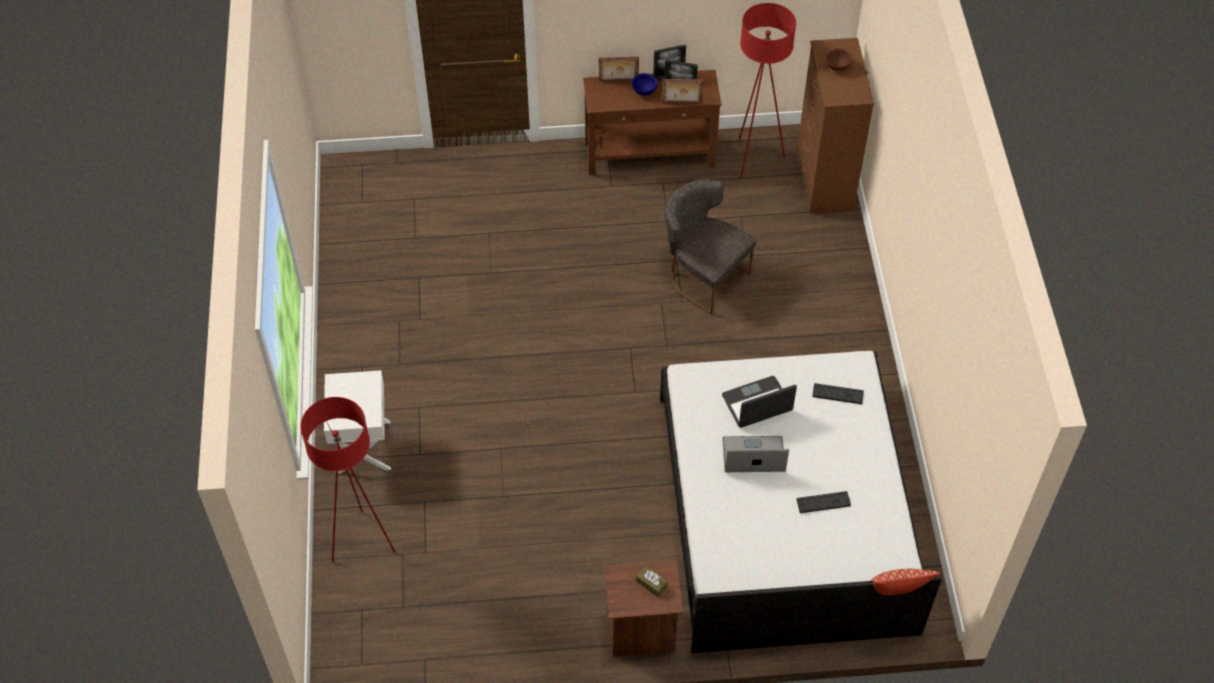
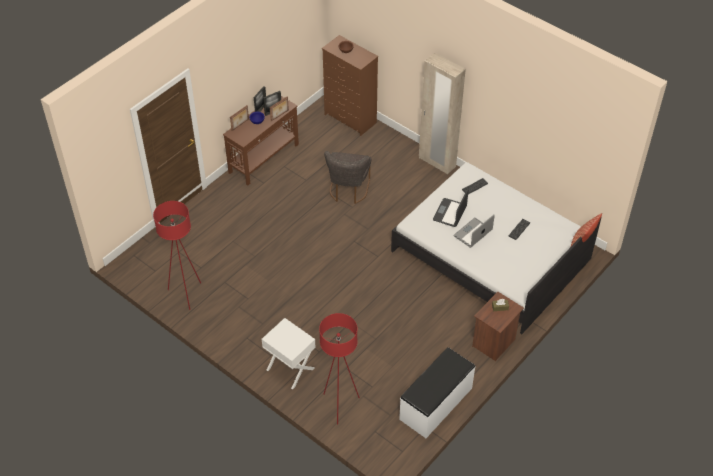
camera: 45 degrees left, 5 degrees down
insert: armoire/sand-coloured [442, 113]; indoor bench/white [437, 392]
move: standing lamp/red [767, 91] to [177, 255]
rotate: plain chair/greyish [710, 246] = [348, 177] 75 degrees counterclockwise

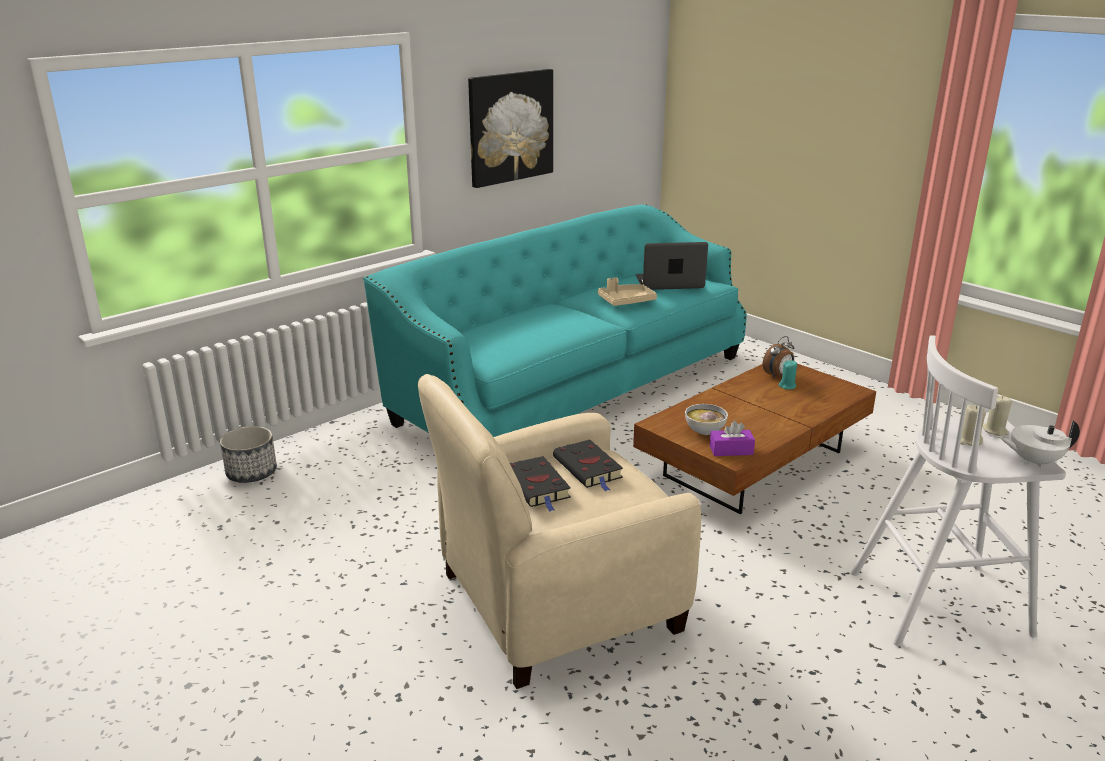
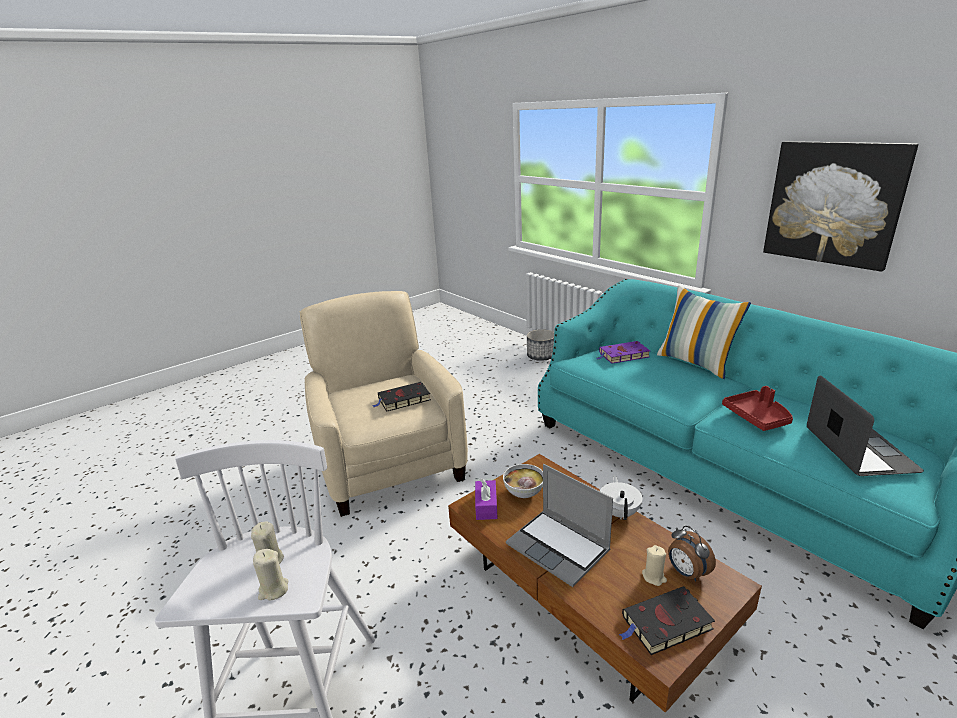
camera: 95 degrees right, 0 degrees up
insert: cushion [704, 332]; bound book/purple [623, 352]; notebook computer [559, 525]
move: tea pot/white [1039, 444] to [621, 497]; bound book/black-coloured [540, 483] to [667, 620]
recolor: carrying tray/sand-coloured [627, 291] to carrying tray/red [757, 408]; wax light/turquoise [788, 375] to wax light/sand-coloured [654, 565]

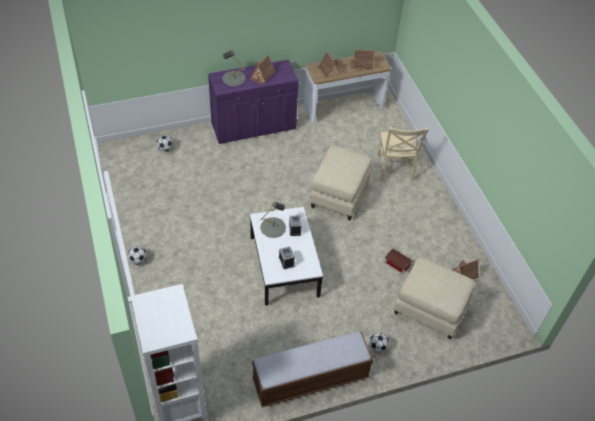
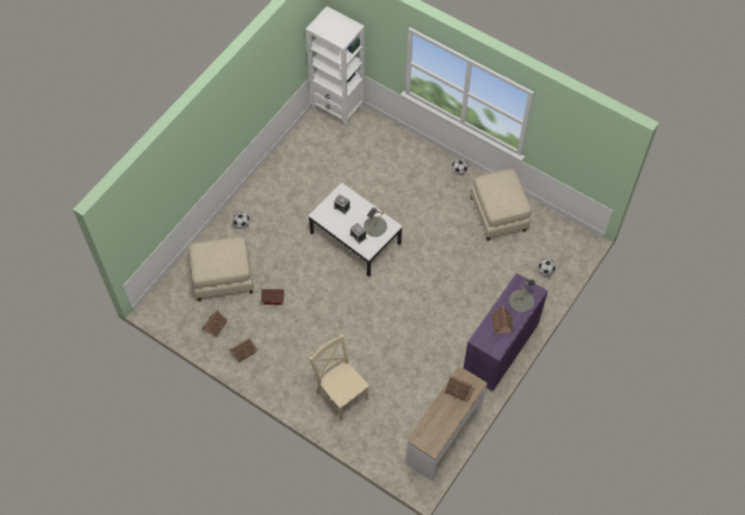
camera: 145 degrees right, 10 degrees up
delete: indoor bench [312, 369]
move: toy house [363, 59] to [244, 350]; ottoman/sand-coloured [340, 183] to [500, 205]

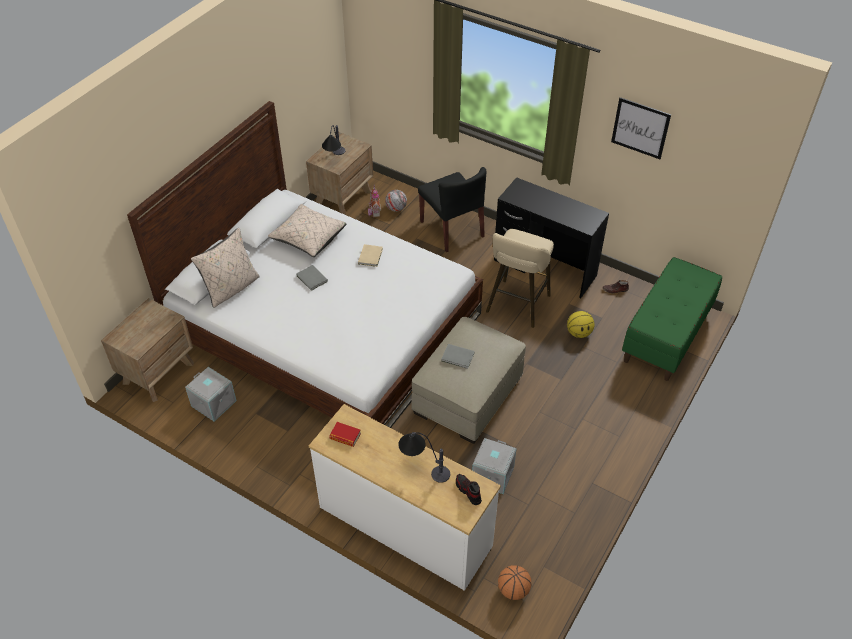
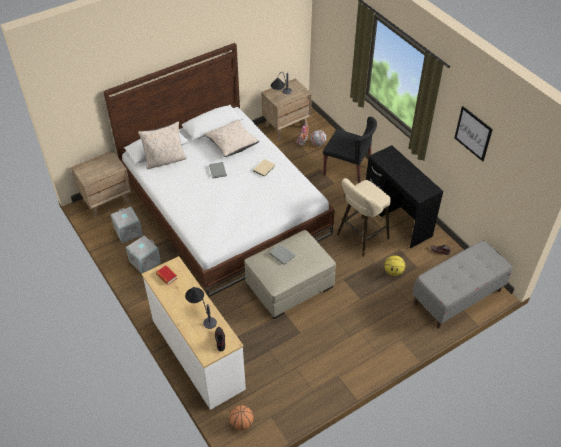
camera: 25 degrees right, 0 degrees up
move: storage bin/greyish [494, 466] to [143, 254]
recolor: indoor bench/green [672, 319] to indoor bench/greyish [462, 284]
rotate: plain chair/black-coloured [452, 209] = [350, 150] 60 degrees counterclockwise

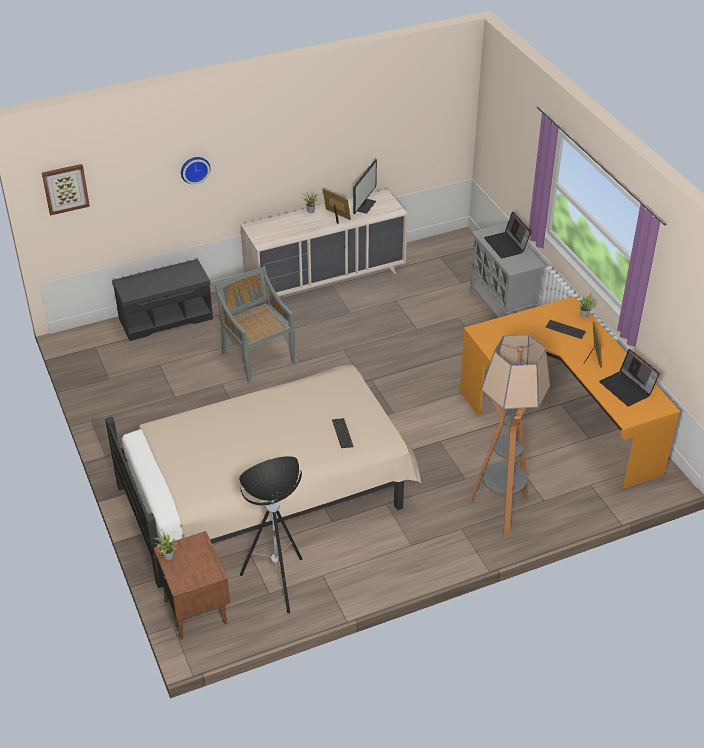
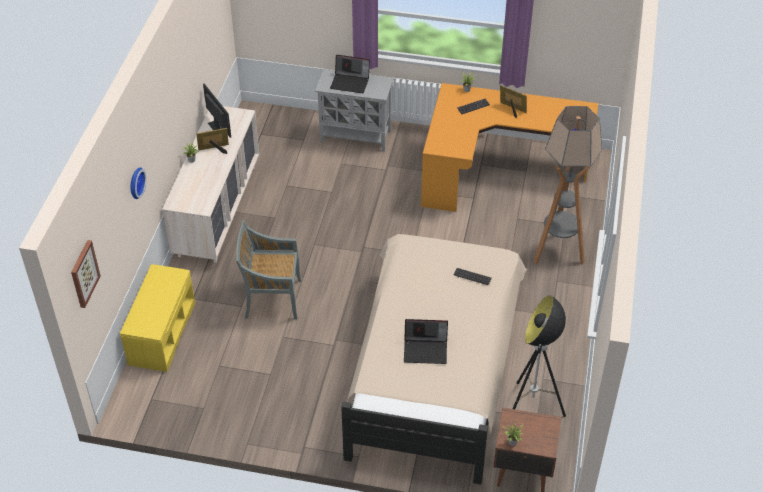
camera: 55 degrees left, 5 degrees up
move: notebook computer [629, 377] to [426, 341]
recolor: indoor bench/greyish [162, 300] to indoor bench/yellow-coloured [157, 318]

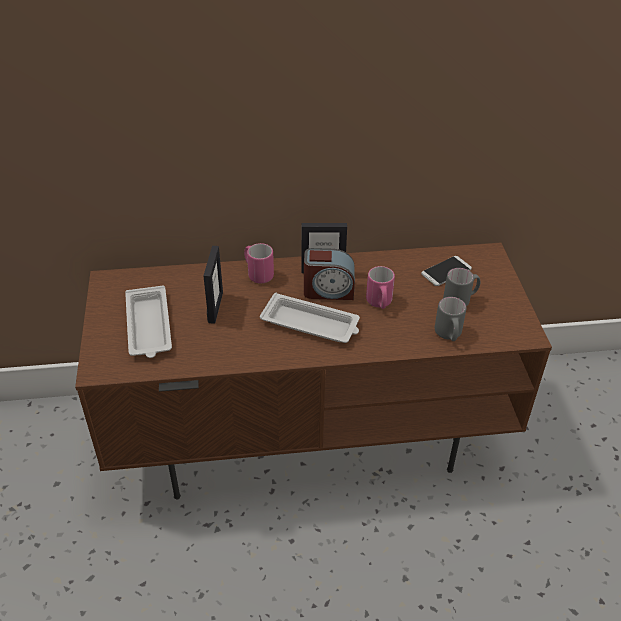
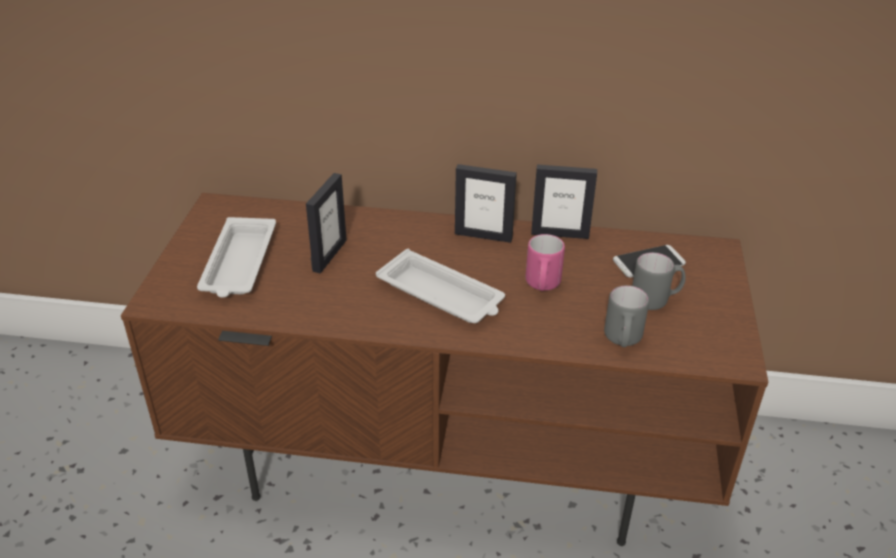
camera: 15 degrees right, 5 degrees down
delete: tea mug/pinkish [259, 263]; bedside clock [329, 274]
insert: picture frame [564, 201]

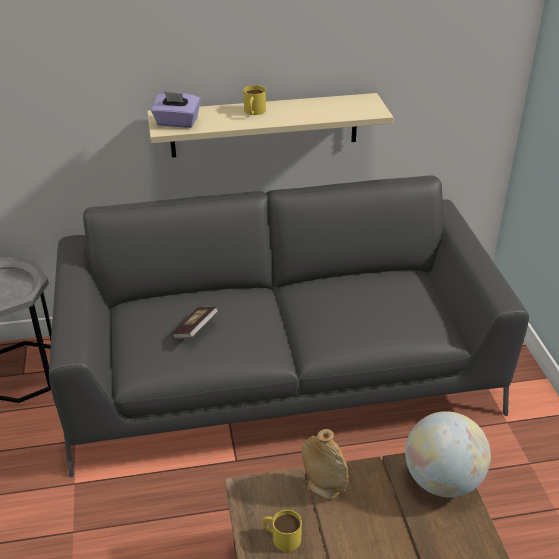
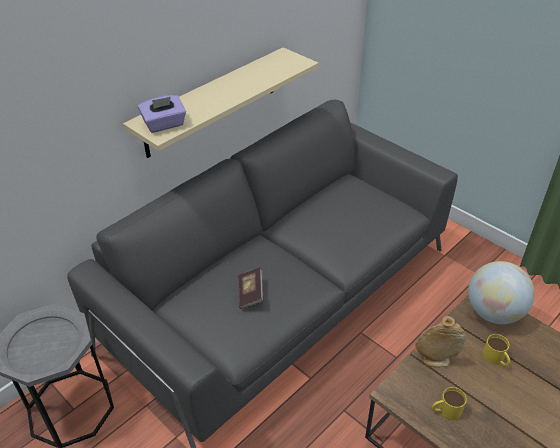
camera: 35 degrees left, 5 degrees up
move: tea mug/yellow-coloured [255, 100] to [497, 350]

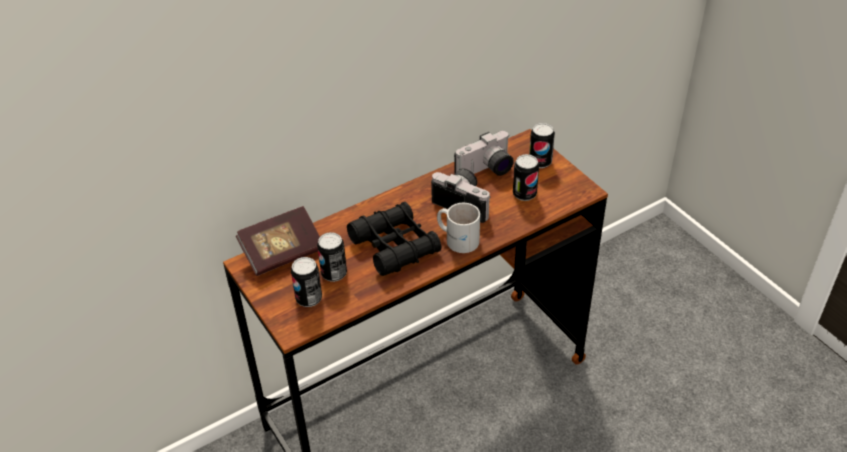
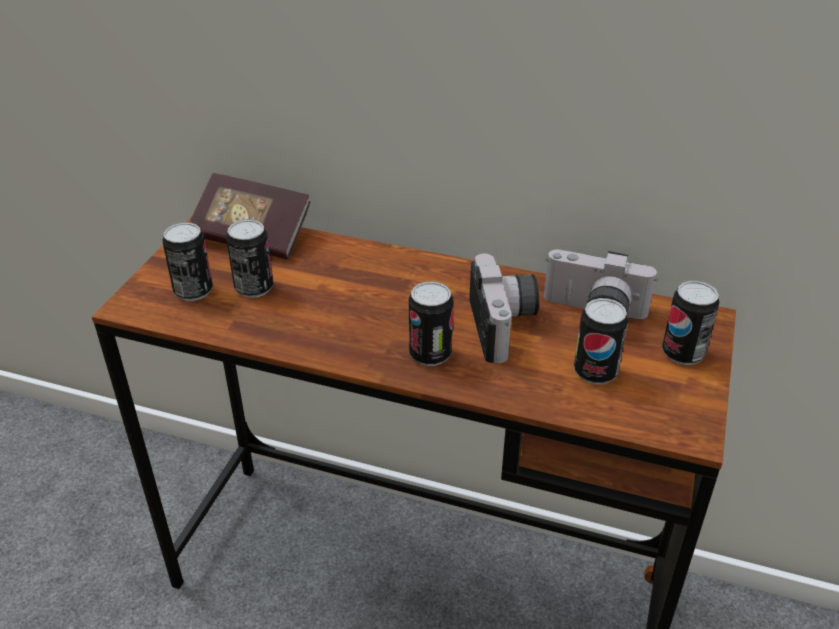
camera: 50 degrees right, 5 degrees down
delete: binoculars/black-coloured [394, 239]
replace: tea mug/white [458, 228] to sealed can [431, 323]

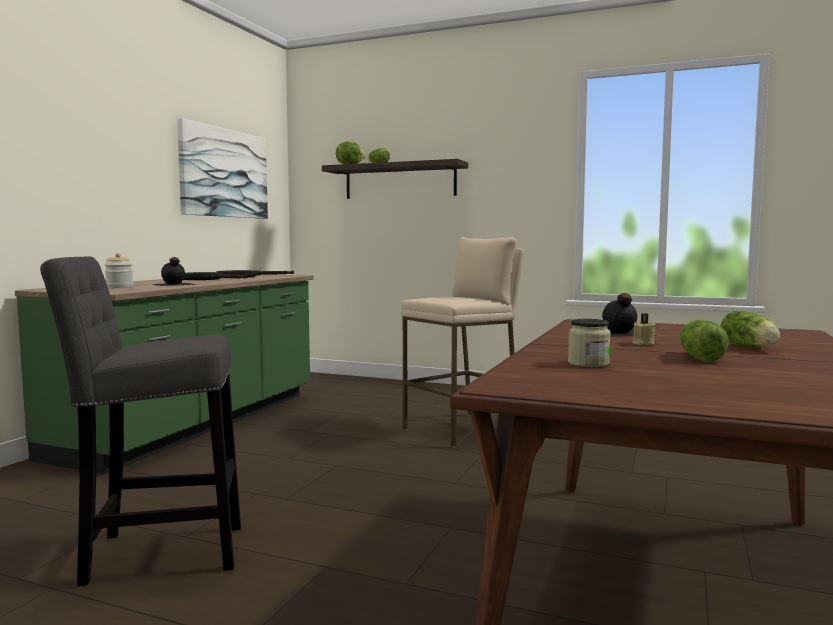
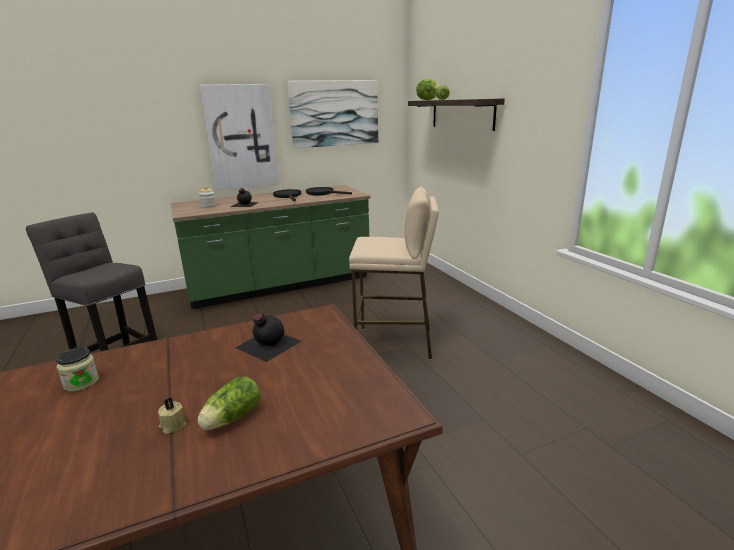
camera: 45 degrees right, 15 degrees up
delete: head of lettuce [704, 341]
insert: wall picture [239, 137]
move: wax light/sand-coloured [644, 329] to [172, 416]

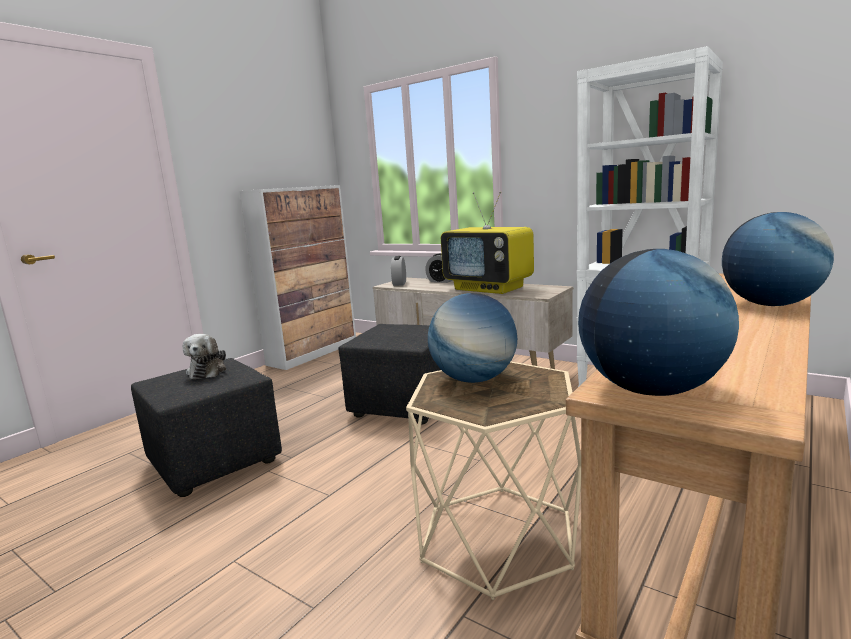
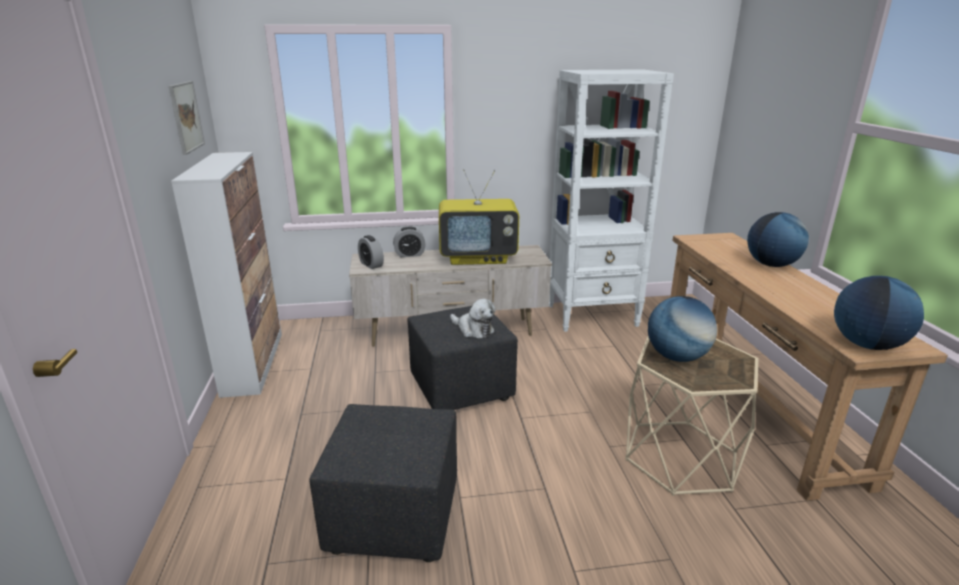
camera: 45 degrees left, 10 degrees up
insert: wall picture [187, 118]
move: cuddly toy [204, 356] to [473, 318]

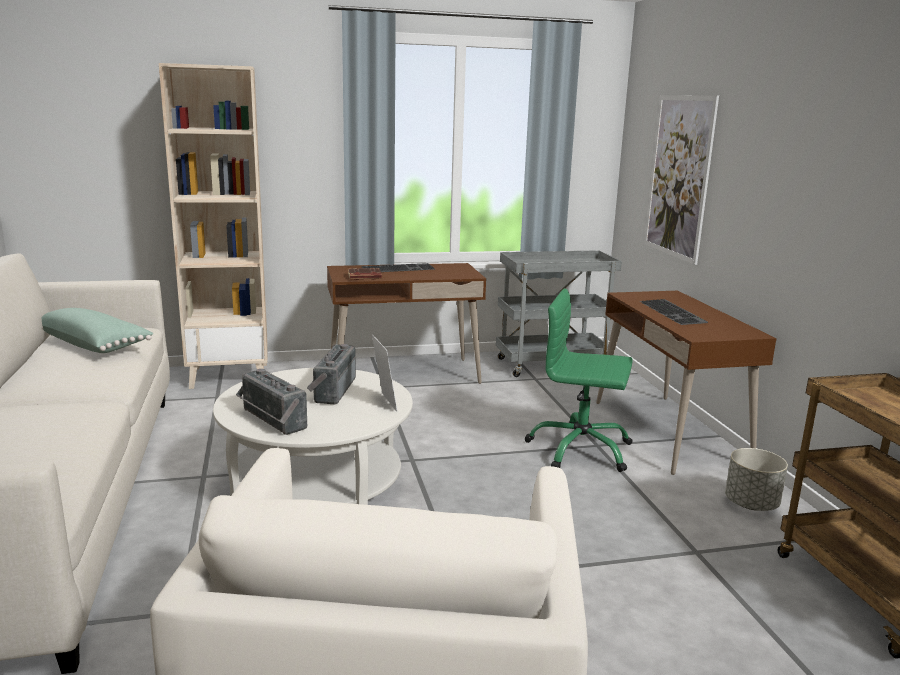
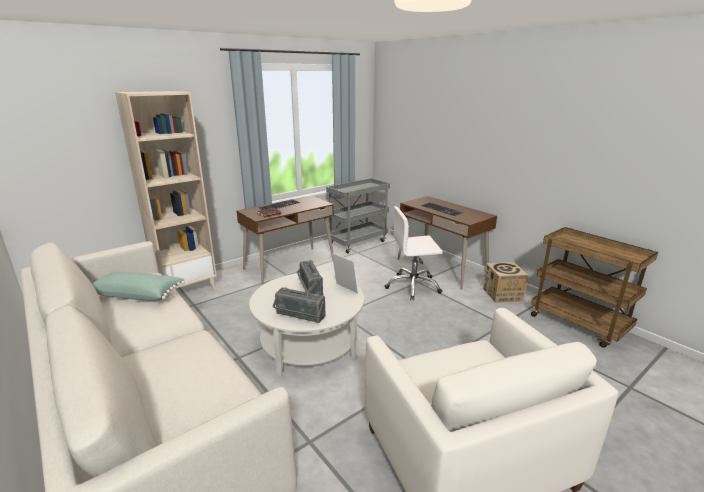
camera: 25 degrees left, 5 degrees up
delete: wall picture [681, 180]
replace: planter/greyish [756, 479] to cardboard box [505, 282]
recolor: computer chair/green [578, 380] to computer chair/white [414, 253]

